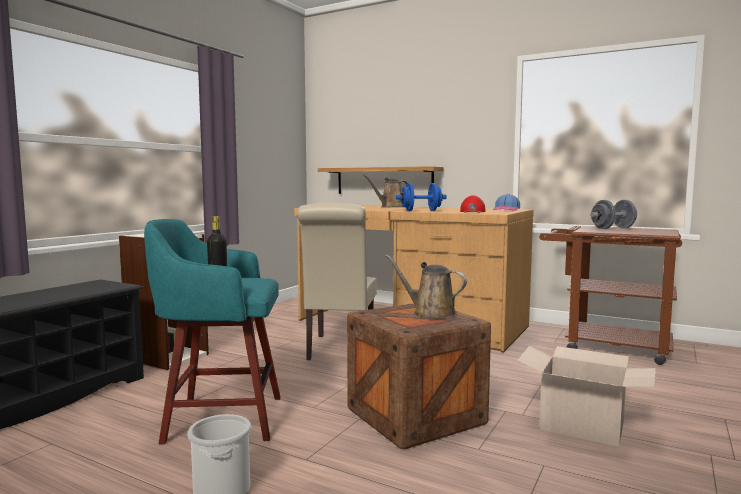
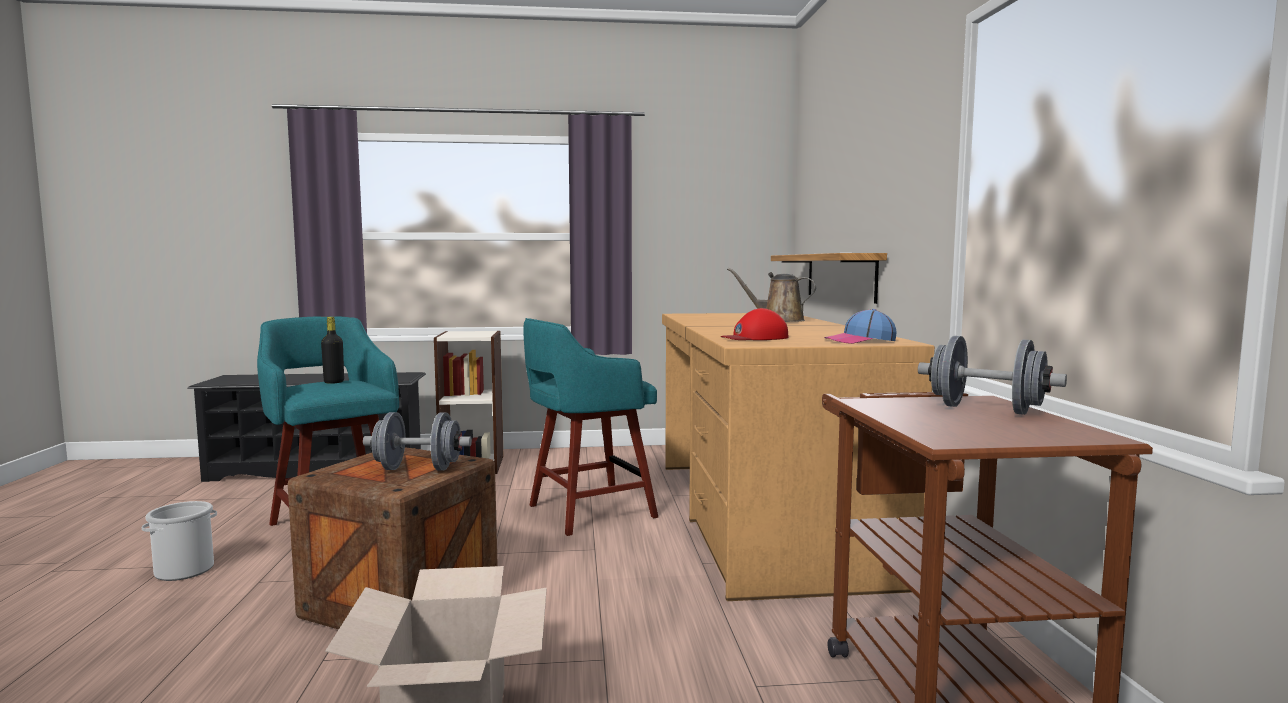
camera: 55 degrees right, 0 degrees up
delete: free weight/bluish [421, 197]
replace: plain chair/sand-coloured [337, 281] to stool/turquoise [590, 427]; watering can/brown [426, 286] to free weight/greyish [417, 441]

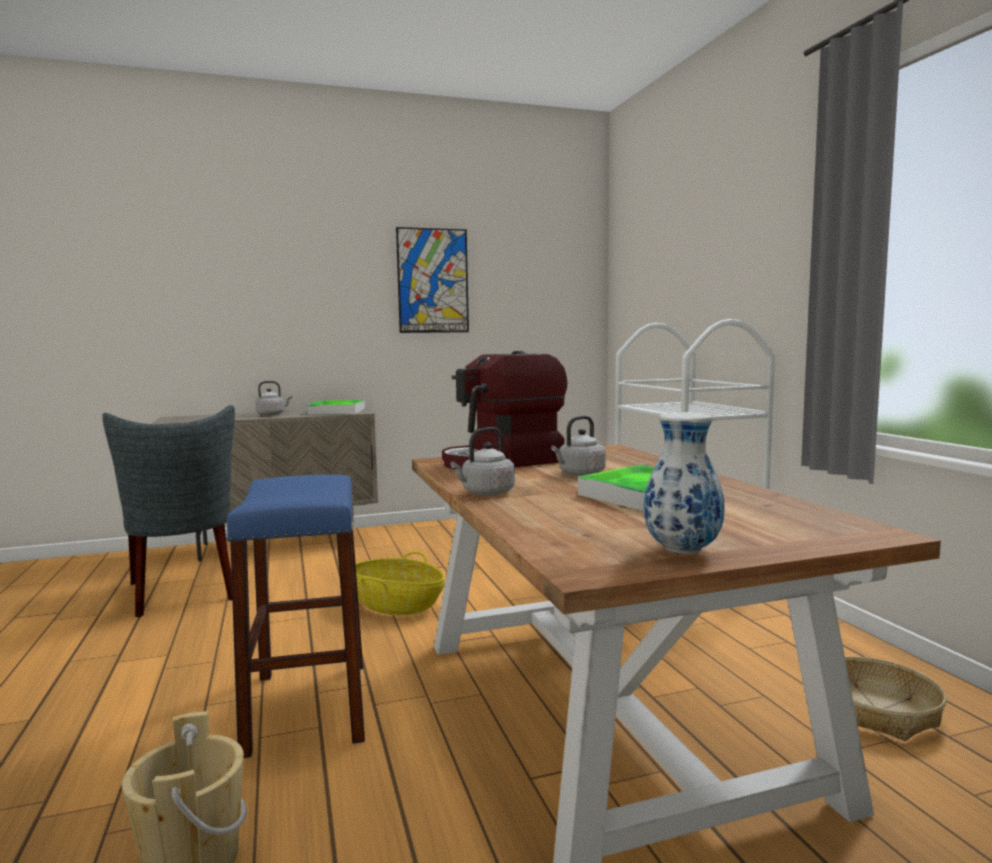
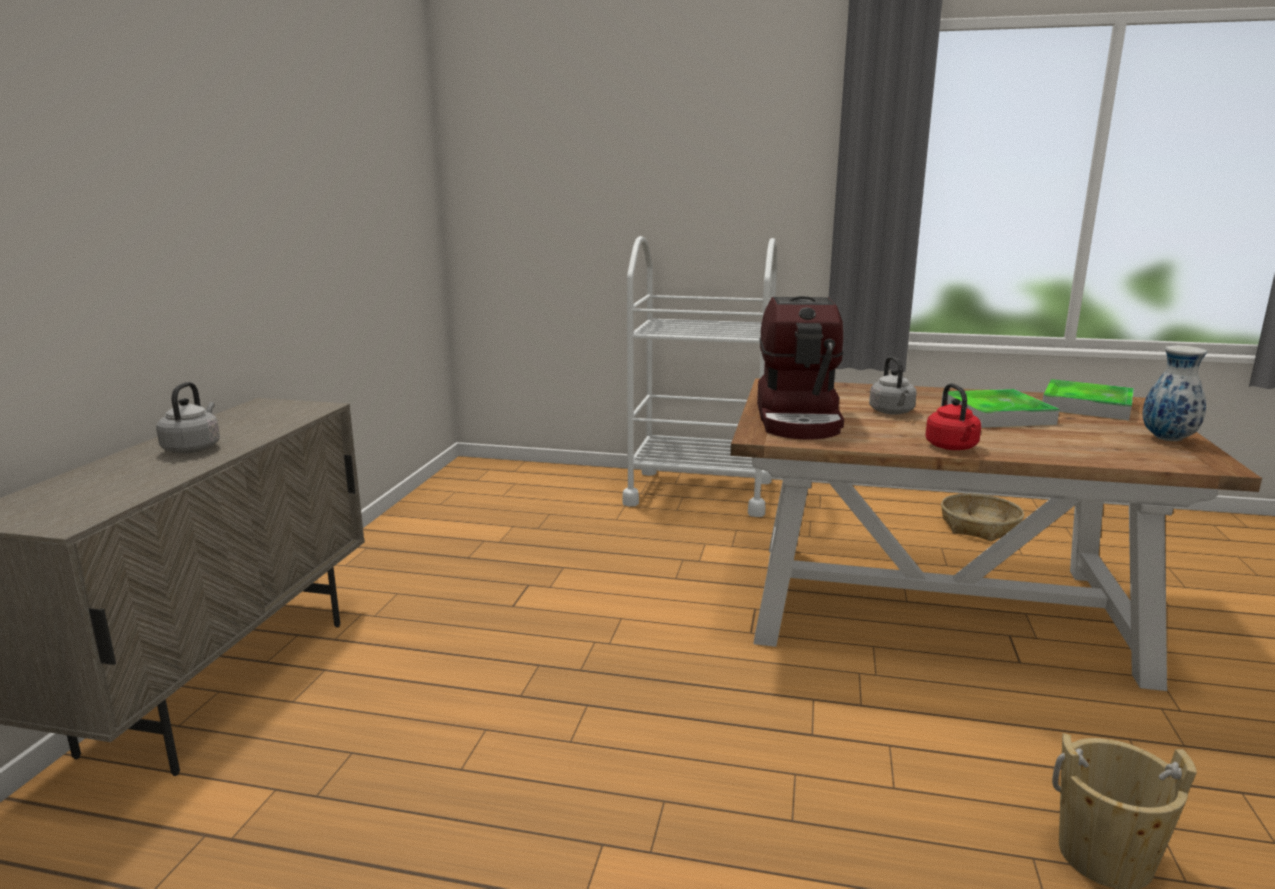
camera: 60 degrees left, 10 degrees up
delete: wall picture [432, 280]; plain chair/greyish [168, 511]; stool/bluish [295, 616]; basket [400, 583]
move: carrying tray [336, 407] to [1088, 399]
recolor: tea kettle/greyish [482, 461] to tea kettle/red [953, 416]

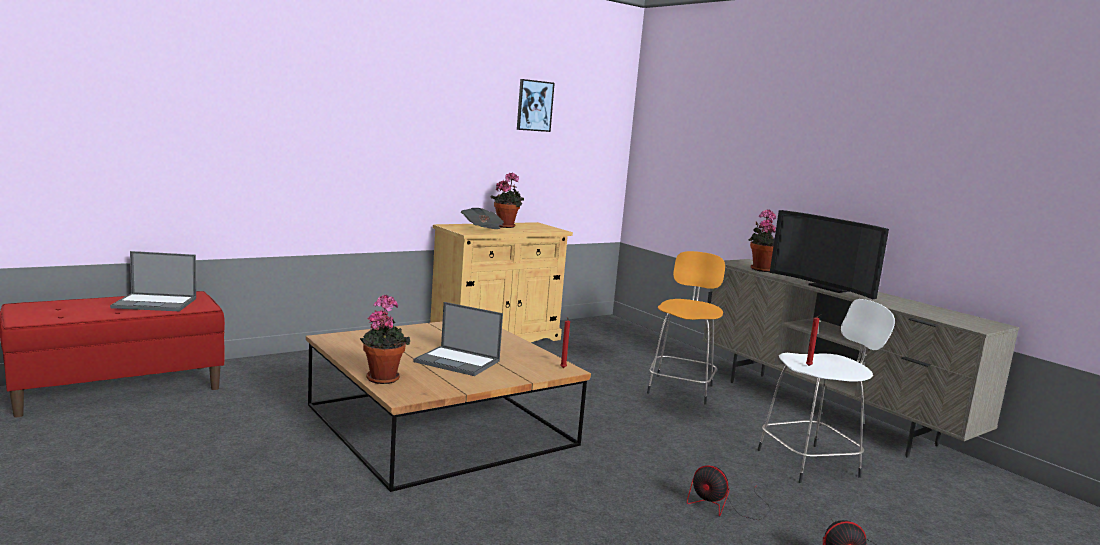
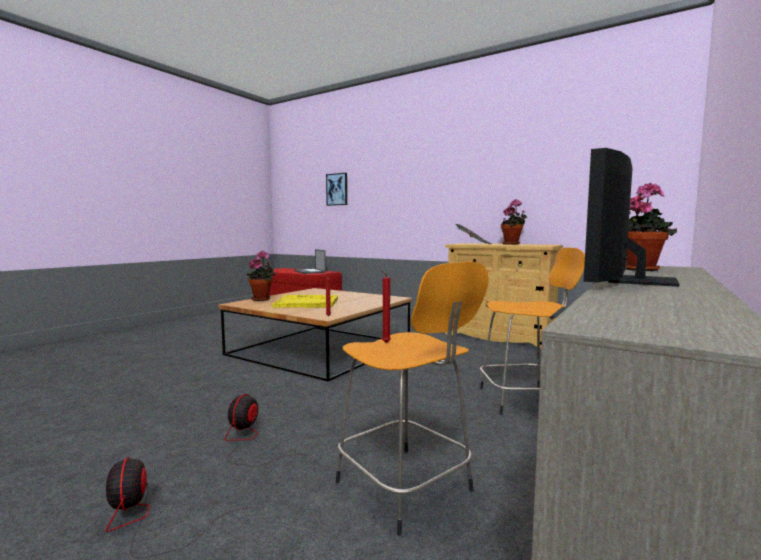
camera: 70 degrees right, 5 degrees down
move: wall picture [536, 105] to [336, 189]
replace: notebook computer [458, 339] to carrying tray/yellow-coloured [305, 301]
recolor: stool/white [826, 391] to stool/orange-coloured [412, 399]

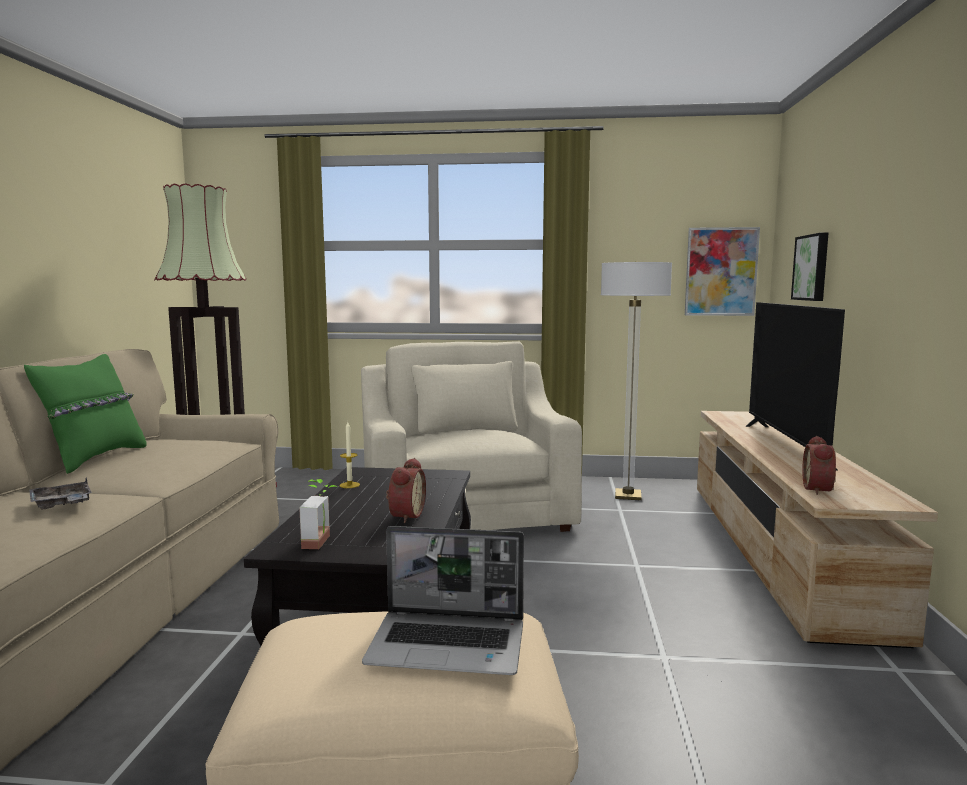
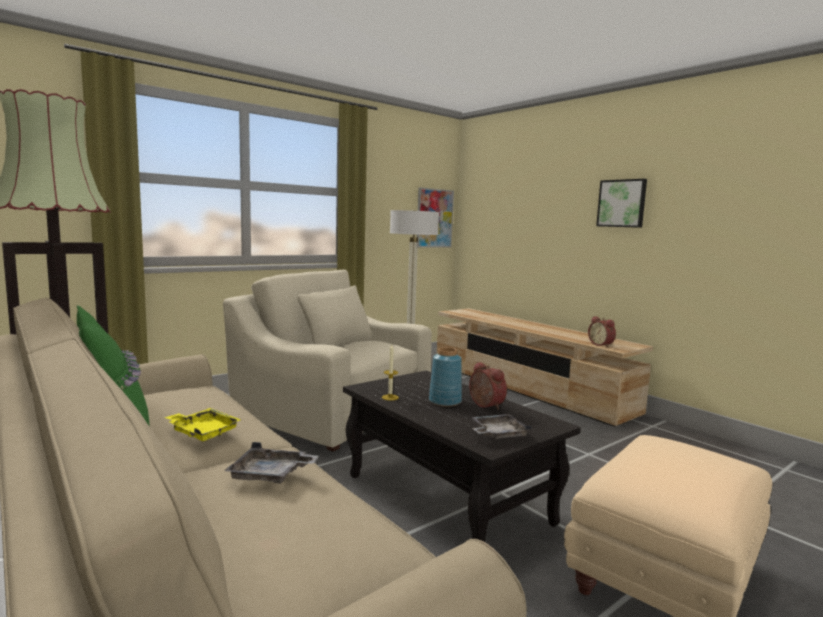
camera: 45 degrees left, 0 degrees up
delete: TV set [795, 386]; notebook computer [443, 600]
insert: decorative vase/bluish [445, 377]; carrying tray/yellow-coloured [203, 424]
move: wall picture [809, 267] to [621, 203]
replace: plant in a pot [318, 514] to carrying tray/greyish [502, 426]

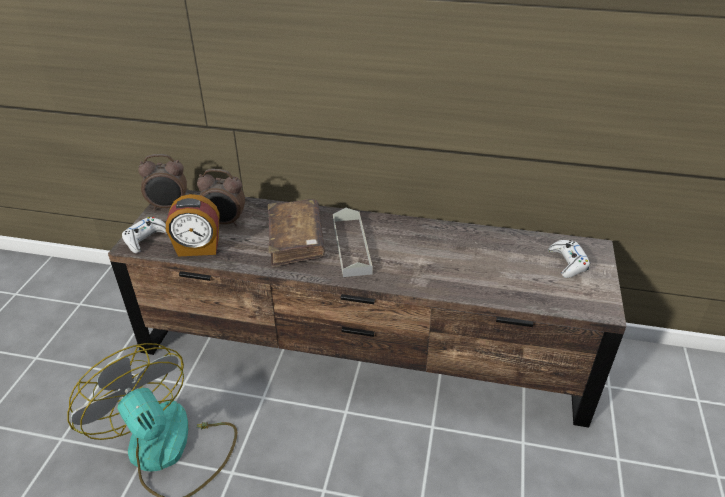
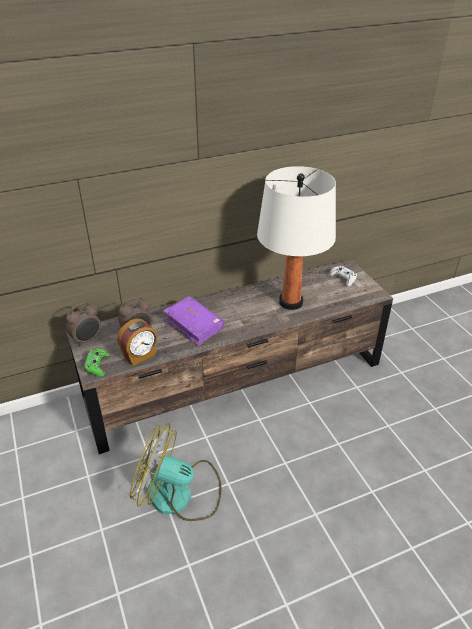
camera: 35 degrees left, 0 degrees up
delete: carrying tray/greyish [353, 242]
insert: lamp for a table/white [296, 238]
recolor: bound book/brown [296, 233] to bound book/purple [194, 321]; gamepad/white [144, 235] to gamepad/green [97, 363]

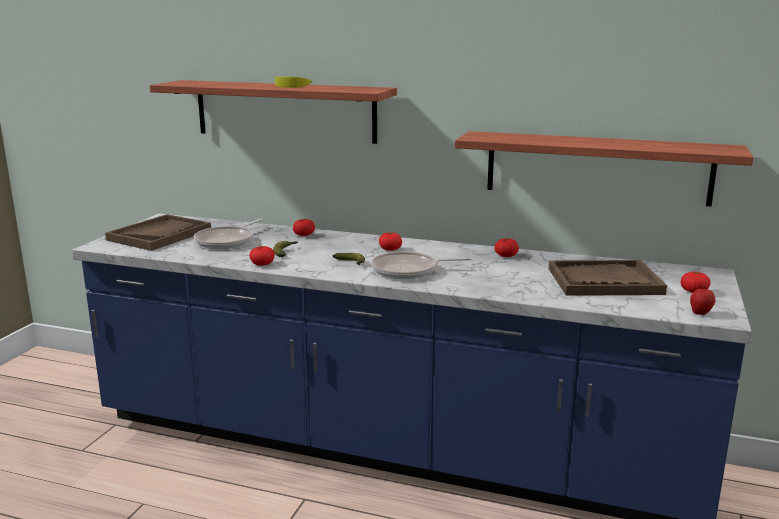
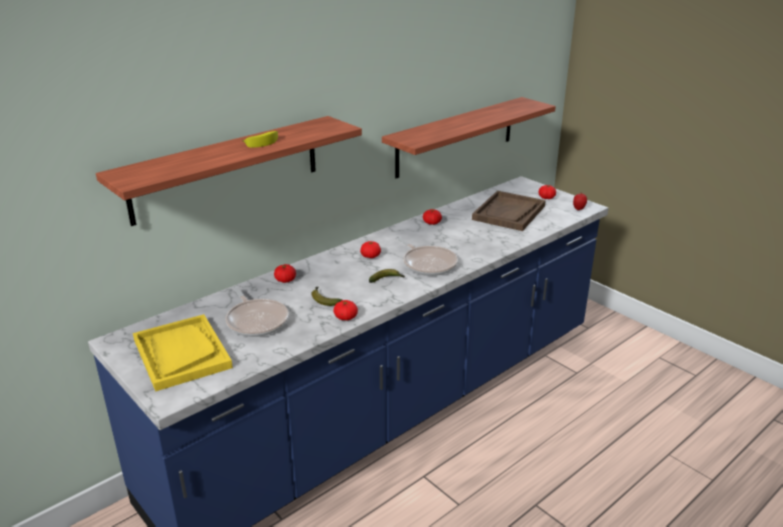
camera: 60 degrees left, 10 degrees up
recolor: carrying tray/brown [158, 232] to carrying tray/yellow-coloured [183, 352]
rotate: frying pan [421, 265] = [426, 256] 60 degrees counterclockwise

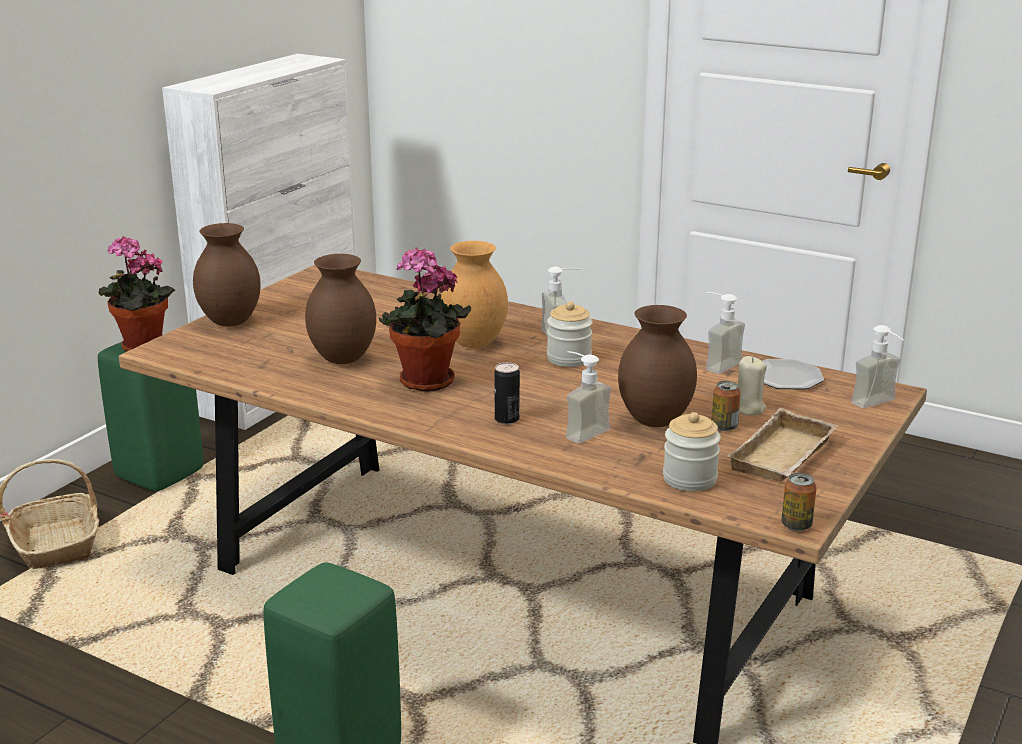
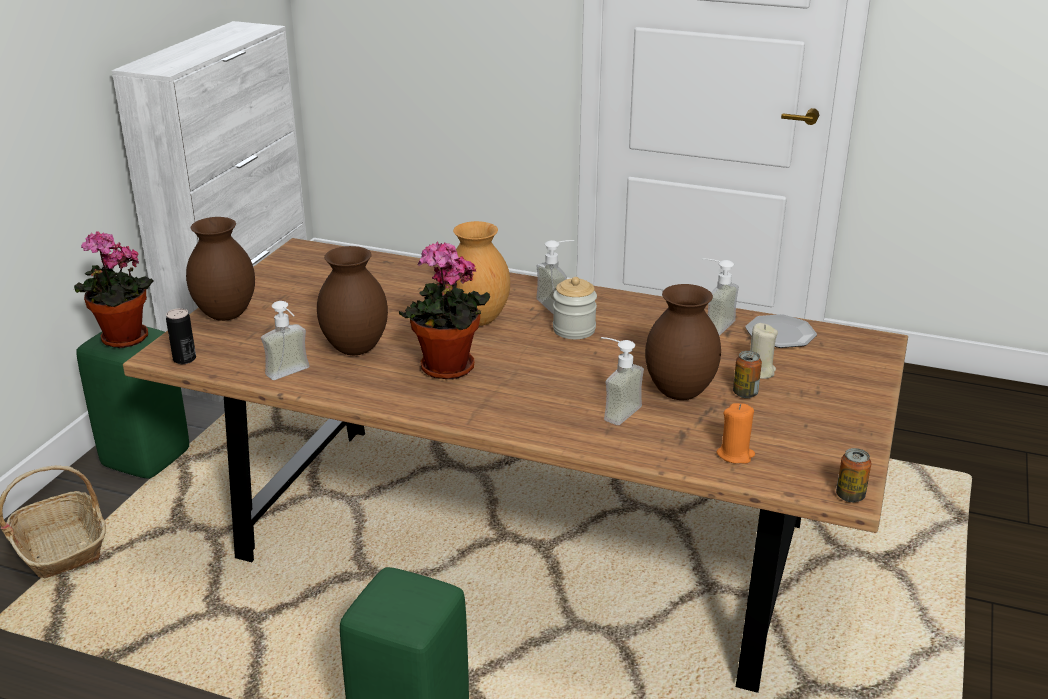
camera: 10 degrees left, 5 degrees up
delete: carrying tray/sand-coloured [782, 445]
move: liquid soap bottle [877, 366] to [285, 340]; sealed can [507, 393] to [181, 336]
replace: storage jar [692, 451] to wax light/orange-coloured [735, 433]

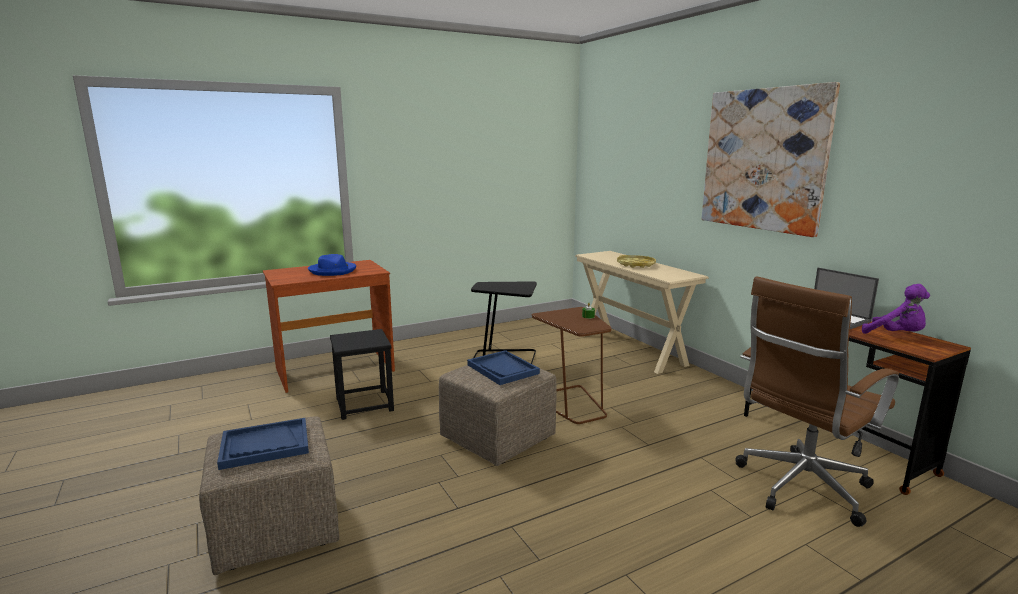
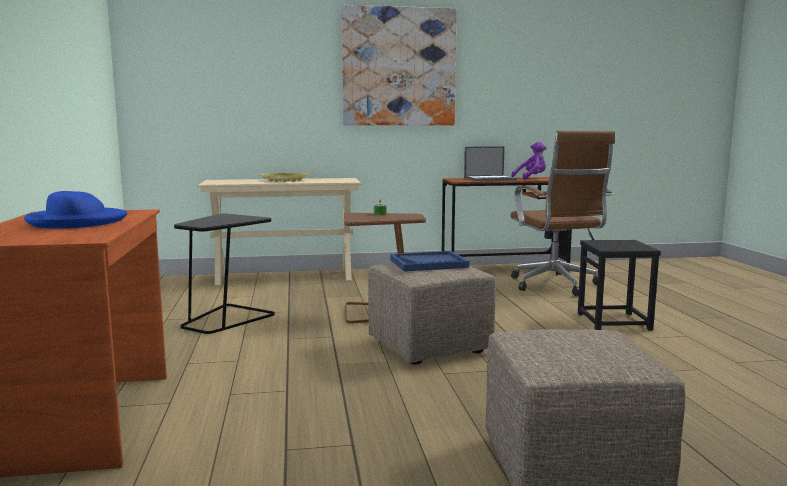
camera: 70 degrees left, 5 degrees down
delete: carrying tray/bluish [263, 444]
move: stool/black-coloured [362, 374] to [619, 285]

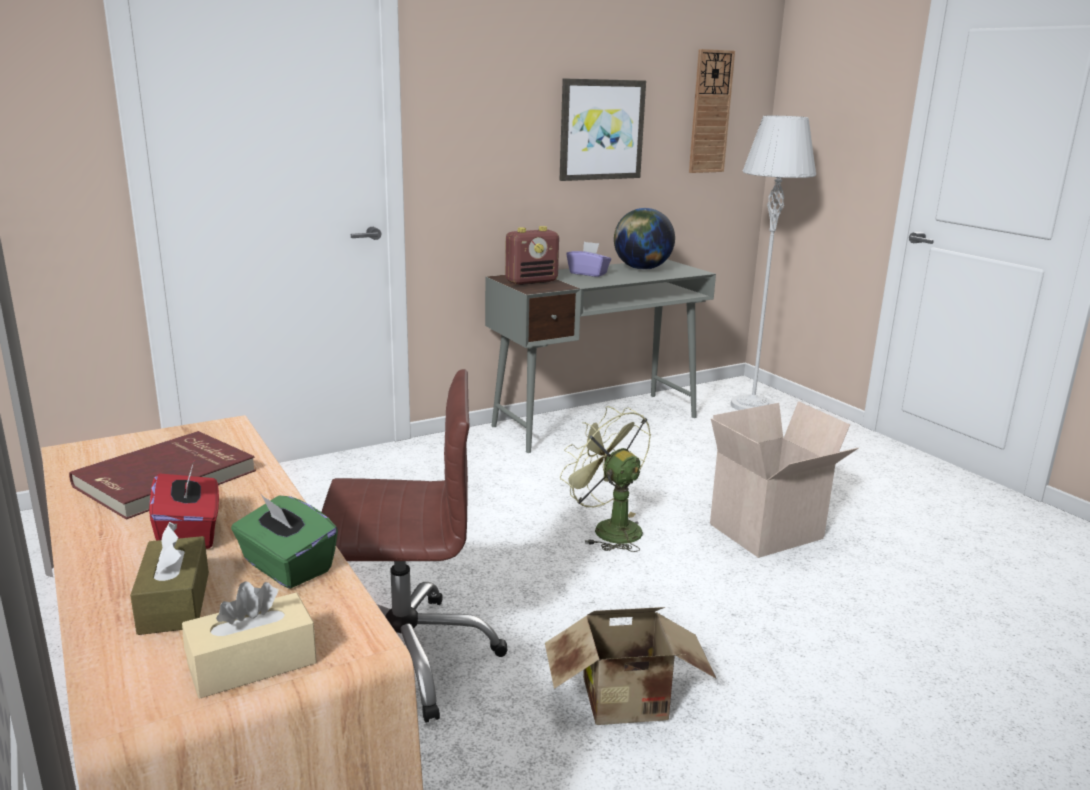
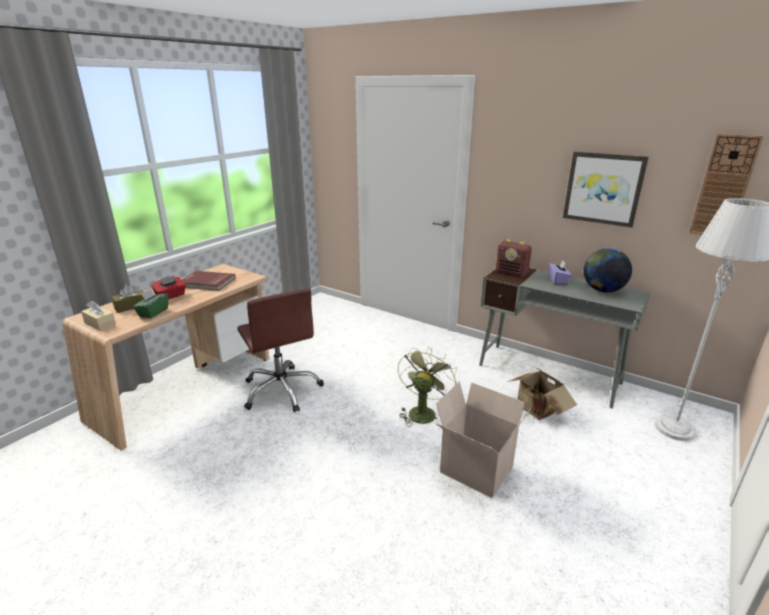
camera: 65 degrees right, 5 degrees up
move: cardboard box [631, 666] to [542, 393]

